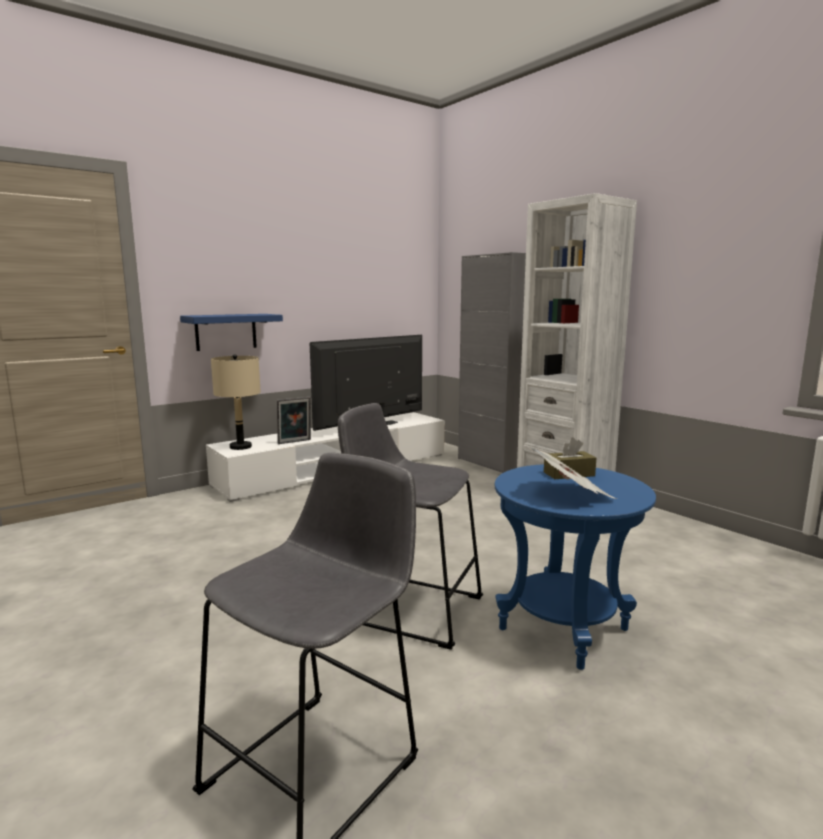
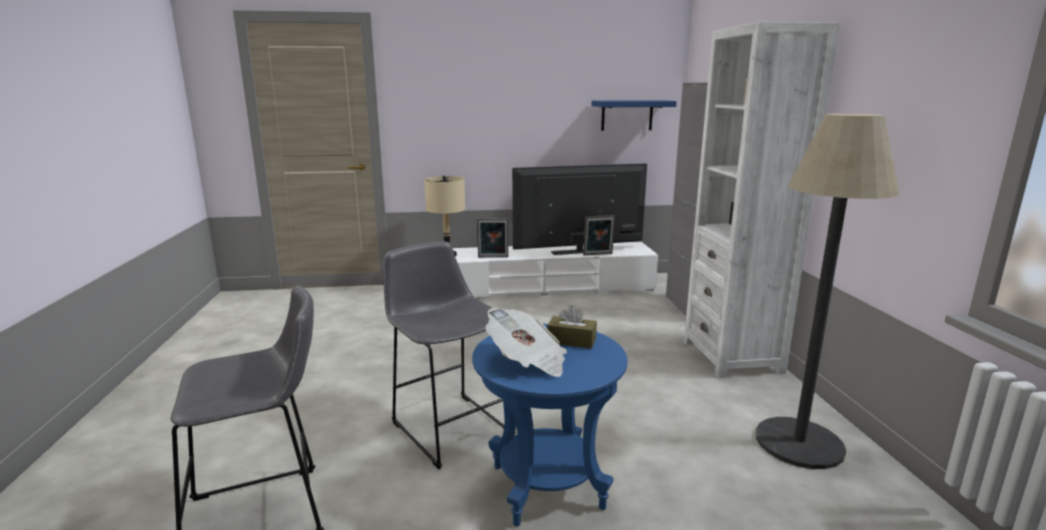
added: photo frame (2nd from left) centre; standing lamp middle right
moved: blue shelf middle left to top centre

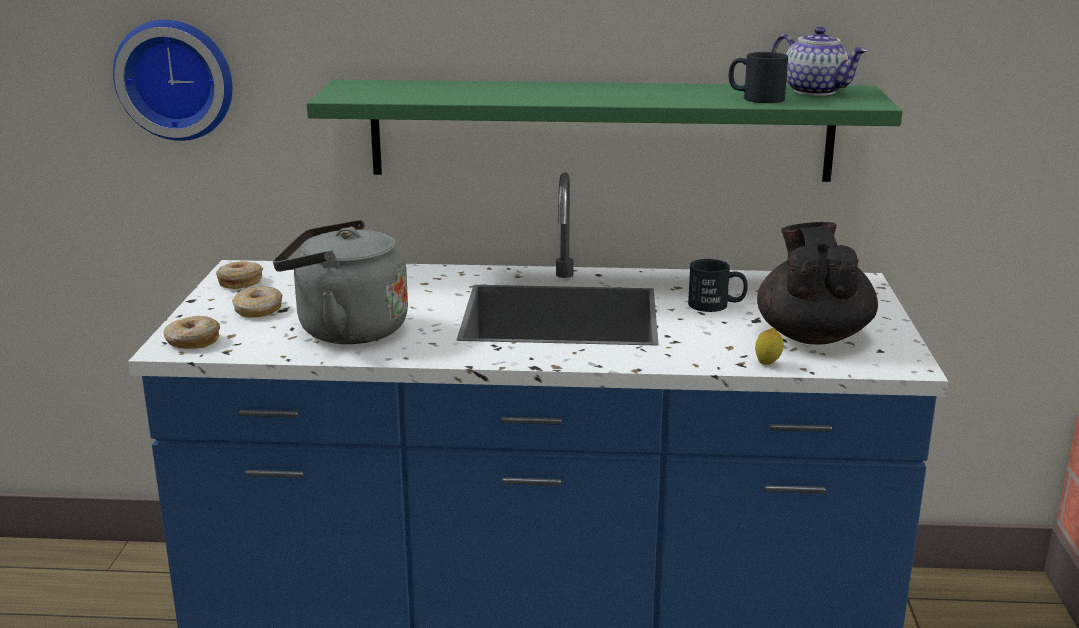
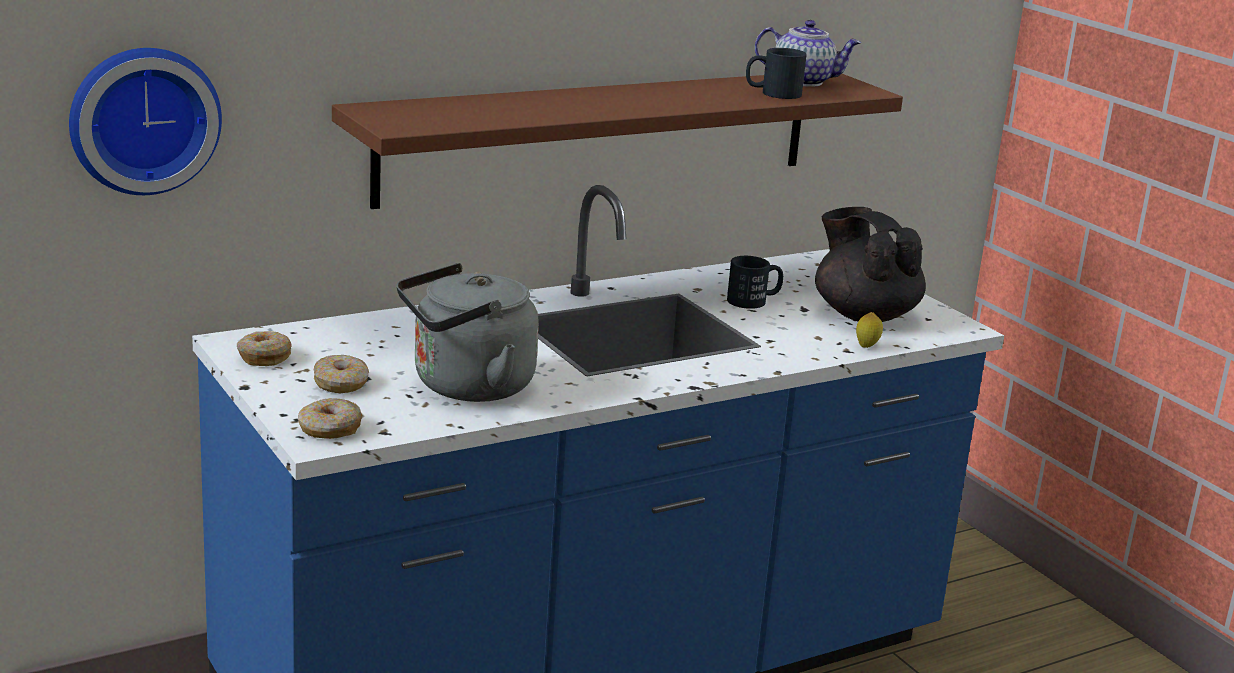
recoloured: green shelf top centre to brownish shelf top centre

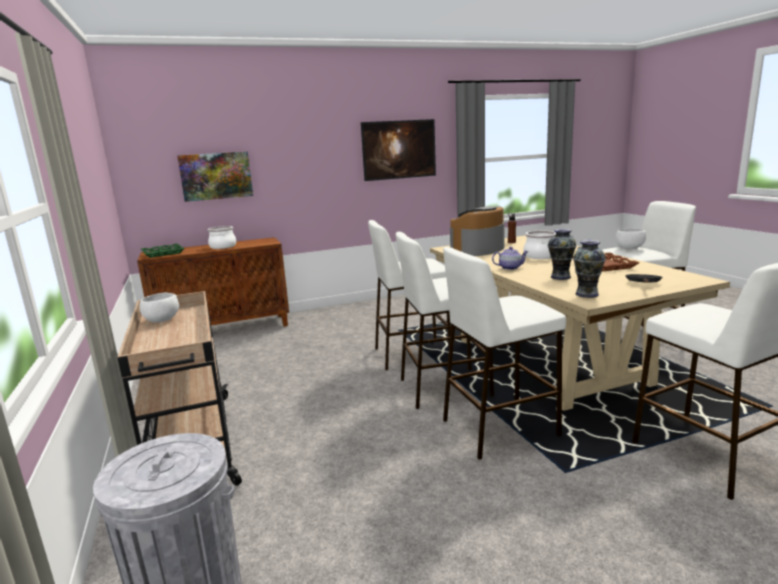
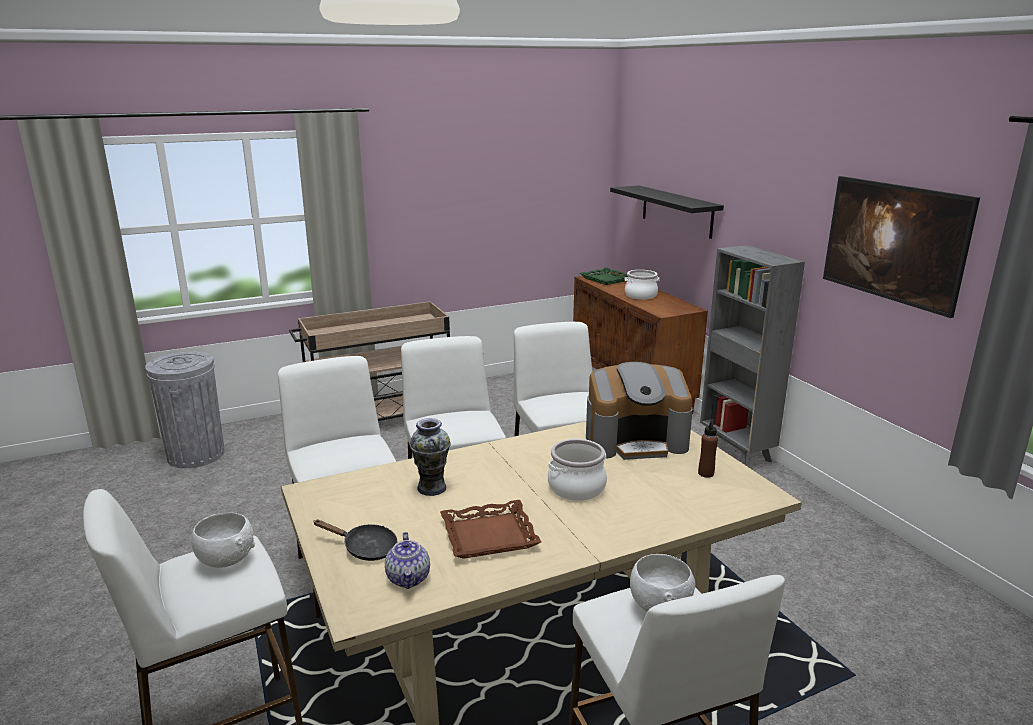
removed: decorative vase (2nd from left) middle right
added: greyish shelving unit middle right
moved: white-coloured serving bowl (1st from left) middle left to bottom left; teapot centre to bottom centre
replaced: wall picture (1st from left) top left to blackish shelf top centre
turned: coffee brewer centre = centre 135 degrees clockwise

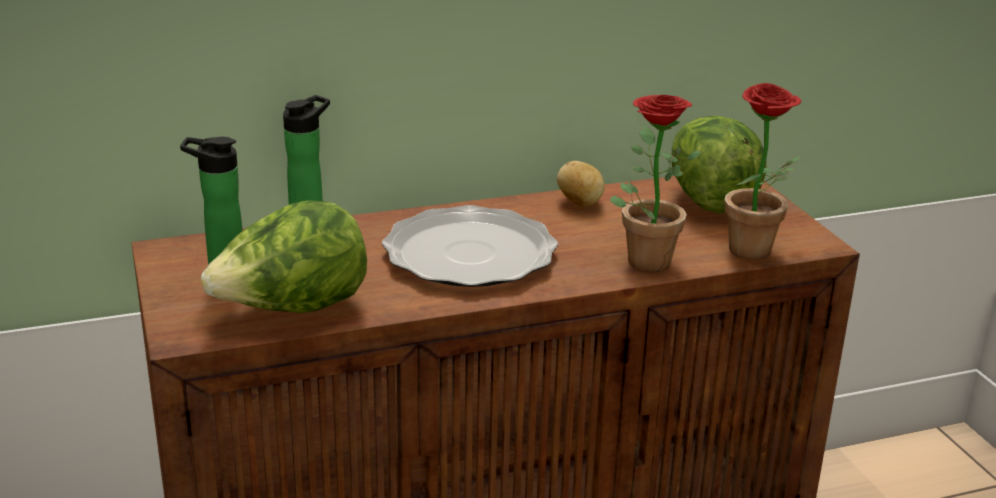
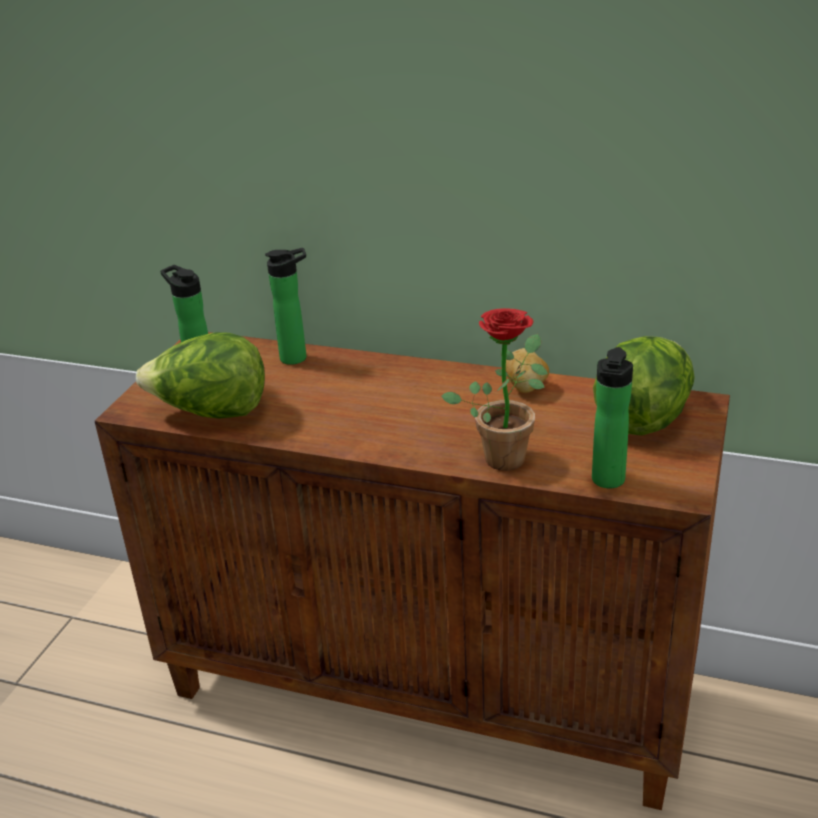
removed: plate centre
replaced: potted plant (2nd from left) middle right to beverage bottle (3rd from left) middle right

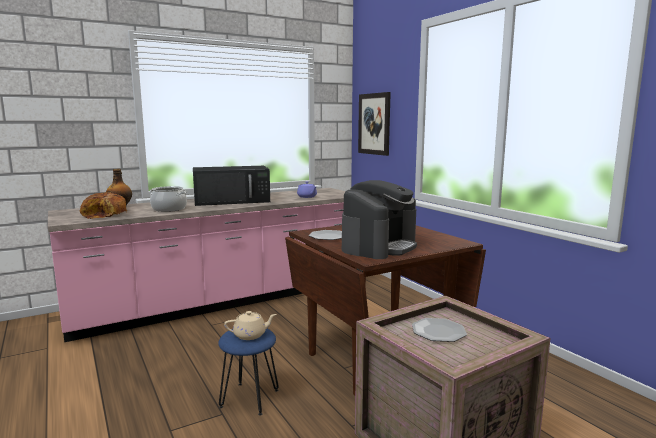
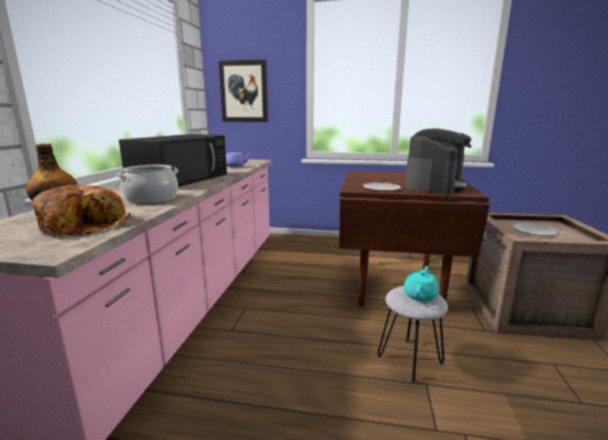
recoloured: blue stool seat bottom centre to greyish stool seat bottom right; beige-coloured teapot bottom centre to turquoise teapot middle right
turned: coffee brewer centre = middle right 45 degrees clockwise

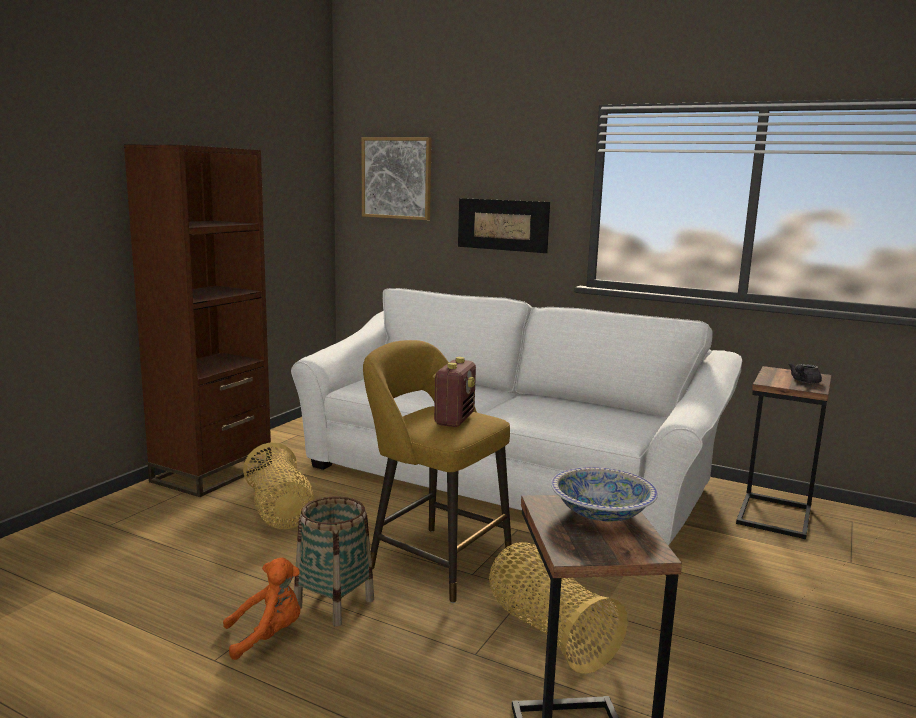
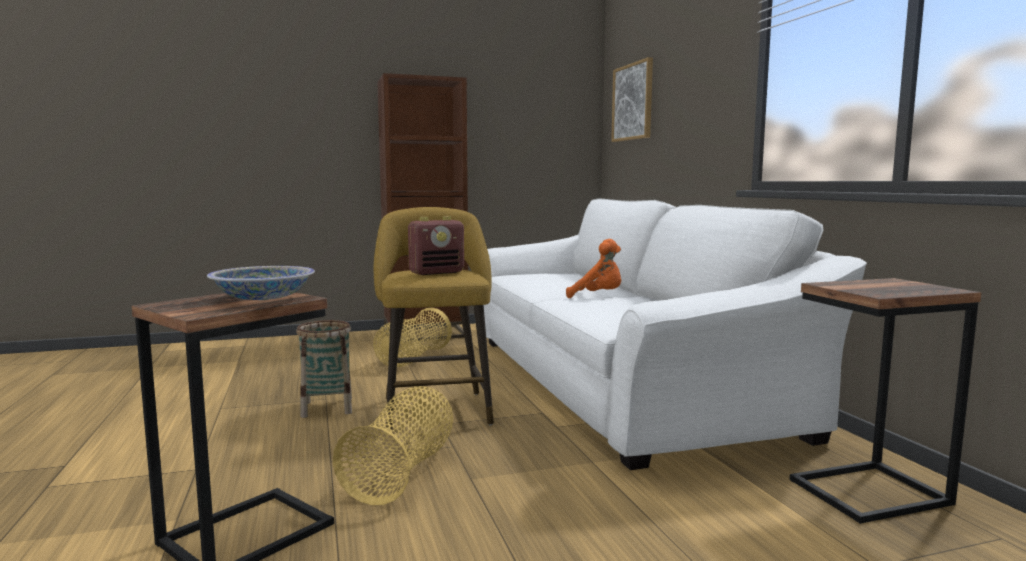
removed: wall picture (2nd from left) top centre; greyish teapot middle right
moved: orange-coloured soft toy bottom left to centre

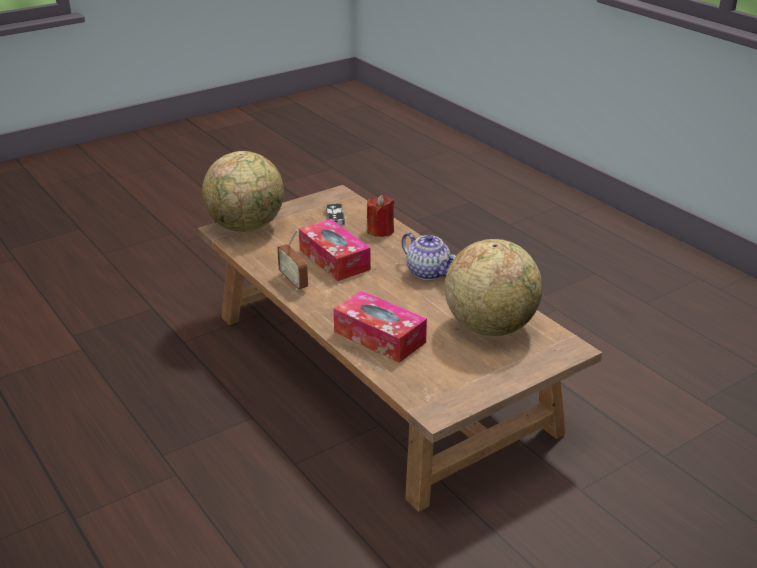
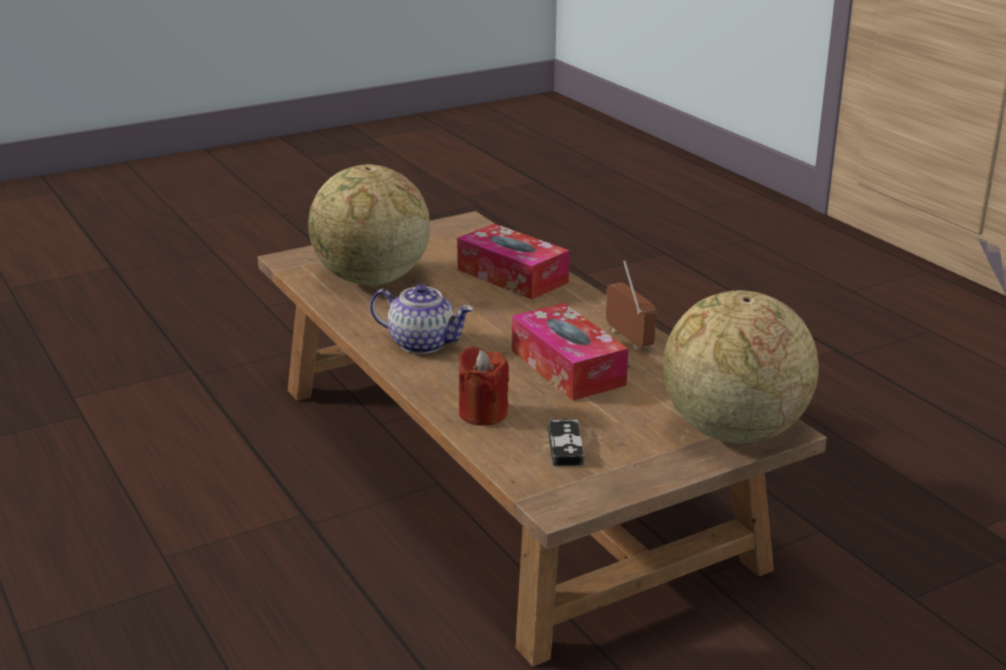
turned: teapot centre = centre 150 degrees clockwise

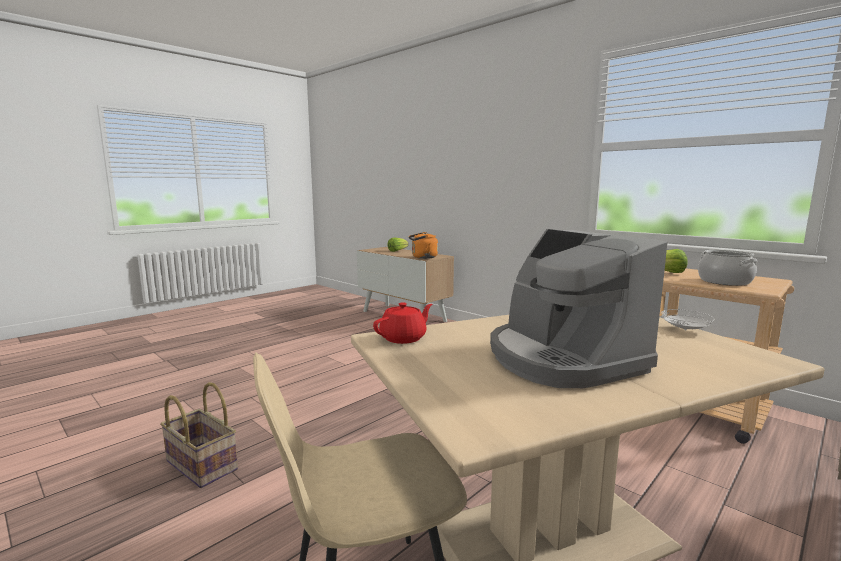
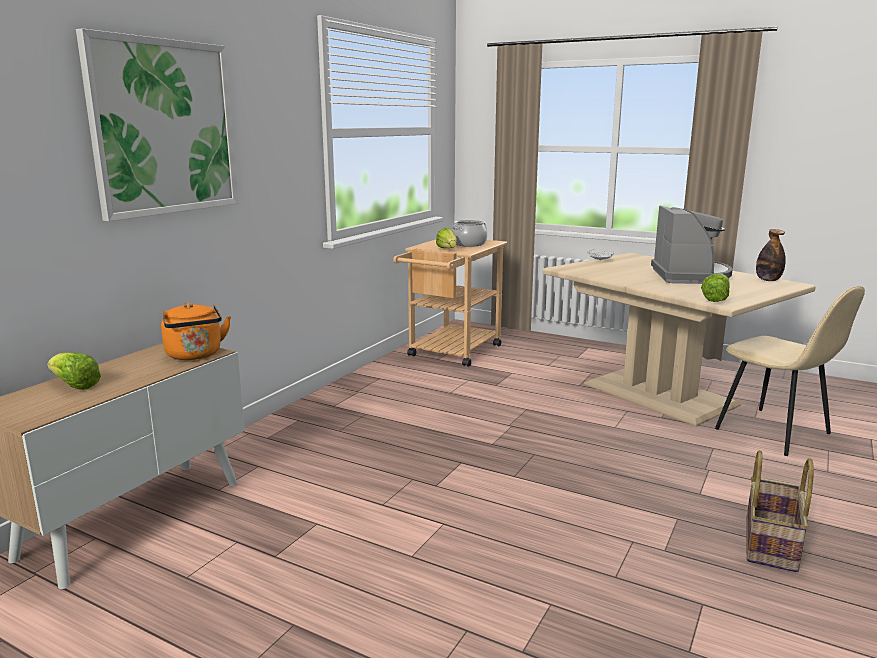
added: wall picture top left; beverage bottle middle right
replaced: reddish teapot centre to lettuce head (3rd from left) middle right
turned: coffee brewer middle right = middle right 45 degrees counterclockwise

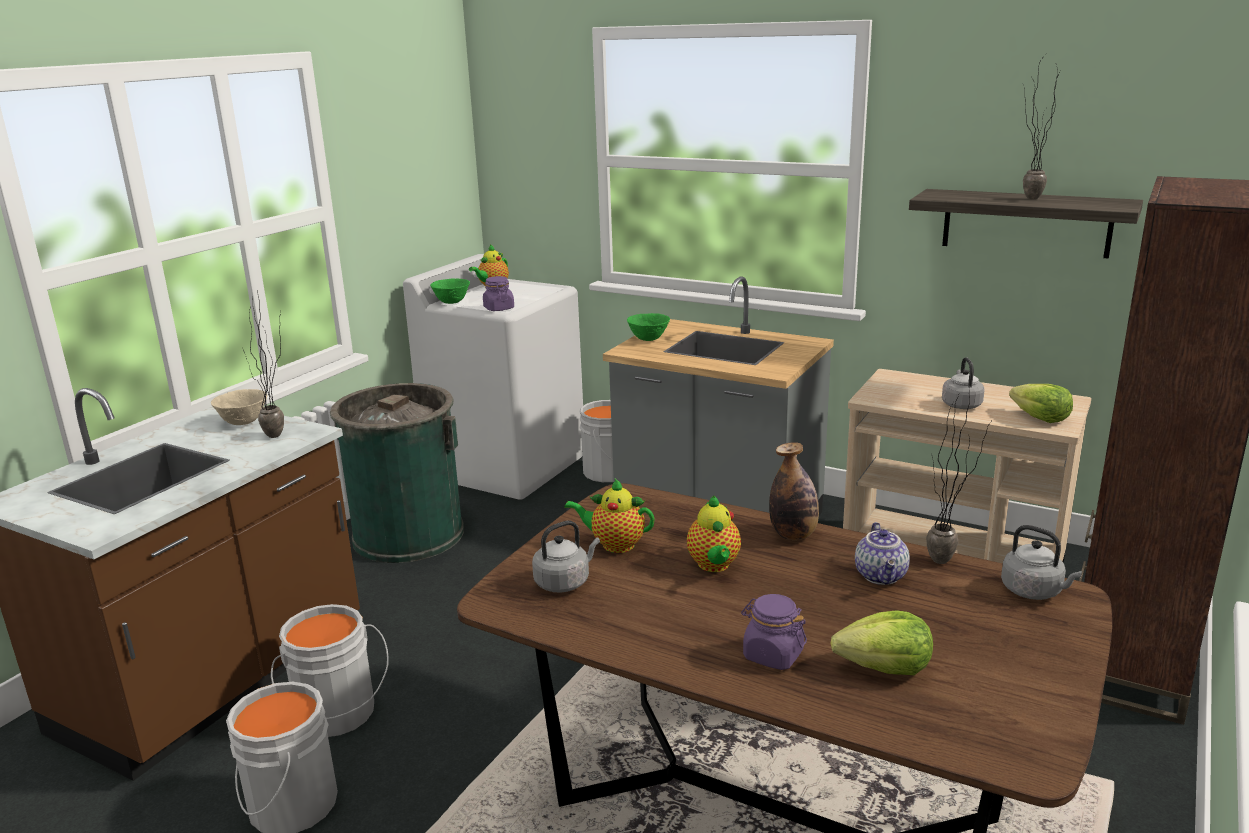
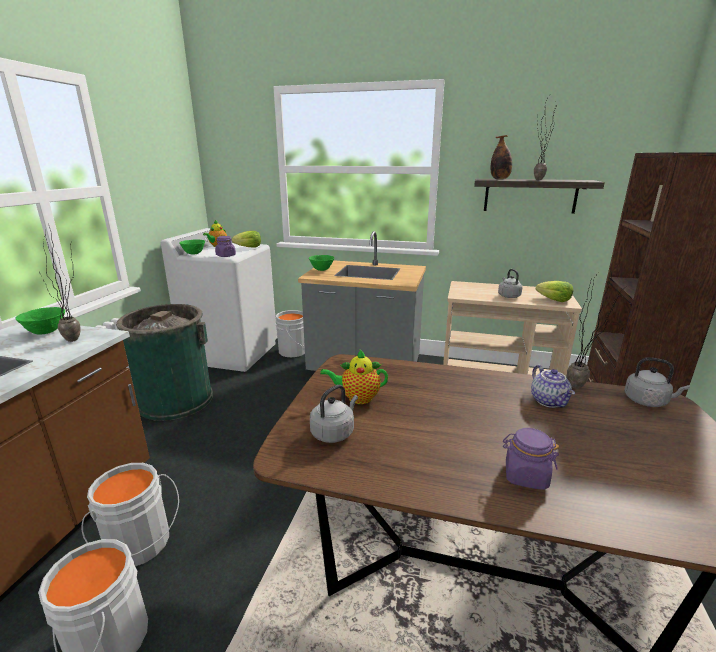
removed: teapot (3rd from left) centre
moved: beverage bottle centre to top right; lettuce head (1st from left) bottom right to centre
recoloured: beige-coloured serving bowl middle left to green serving bowl (1st from left) middle left

